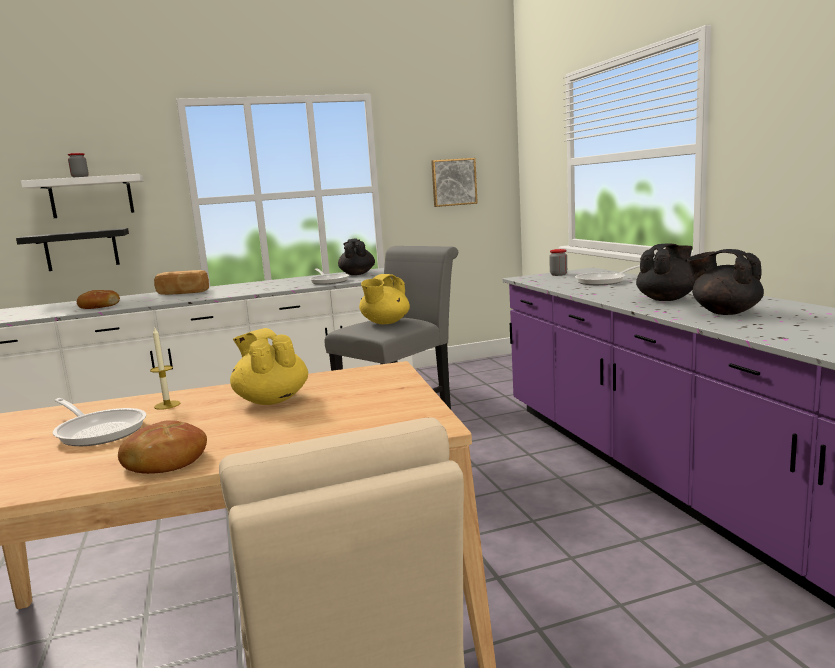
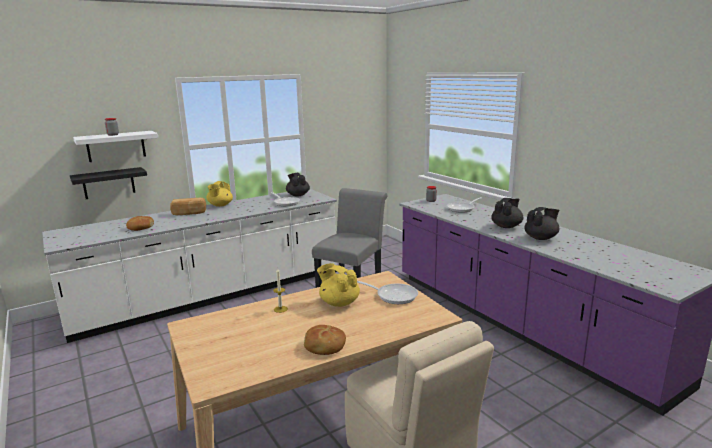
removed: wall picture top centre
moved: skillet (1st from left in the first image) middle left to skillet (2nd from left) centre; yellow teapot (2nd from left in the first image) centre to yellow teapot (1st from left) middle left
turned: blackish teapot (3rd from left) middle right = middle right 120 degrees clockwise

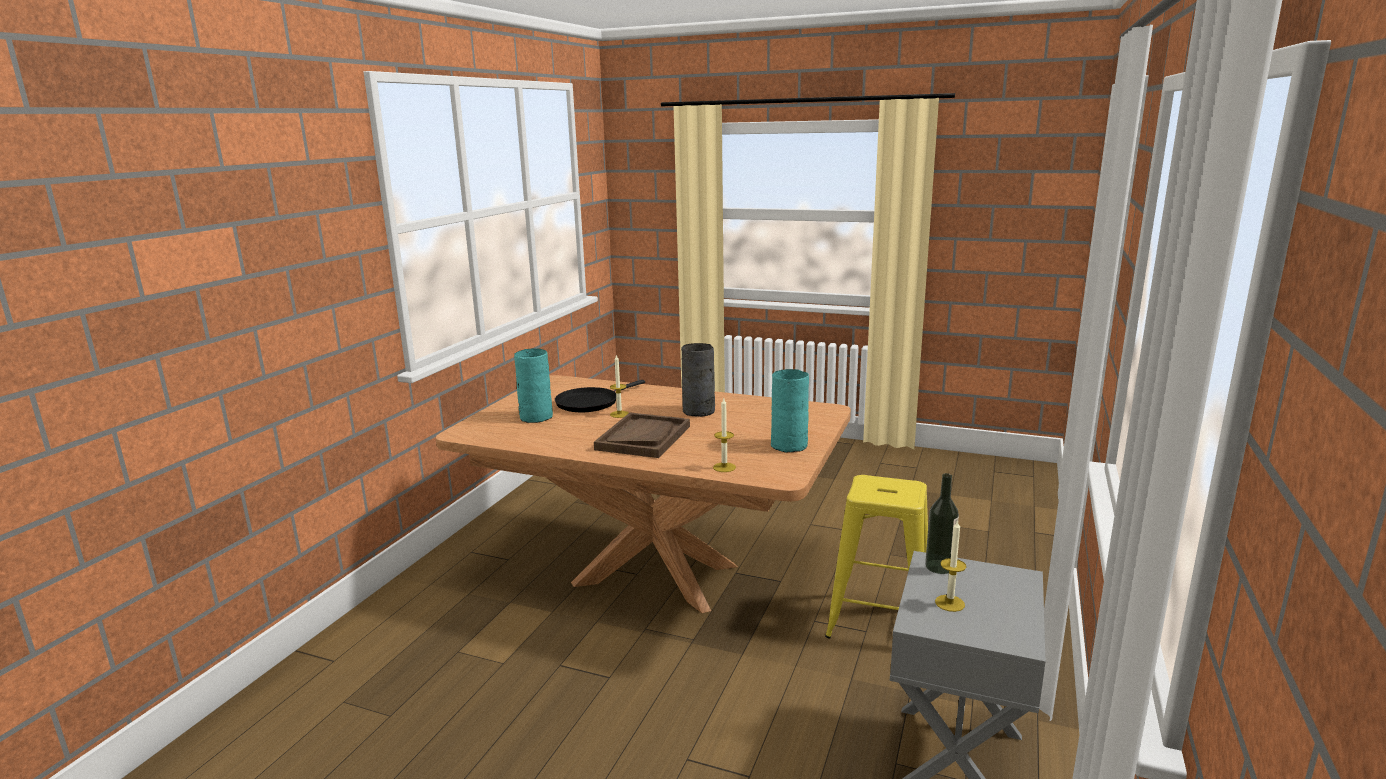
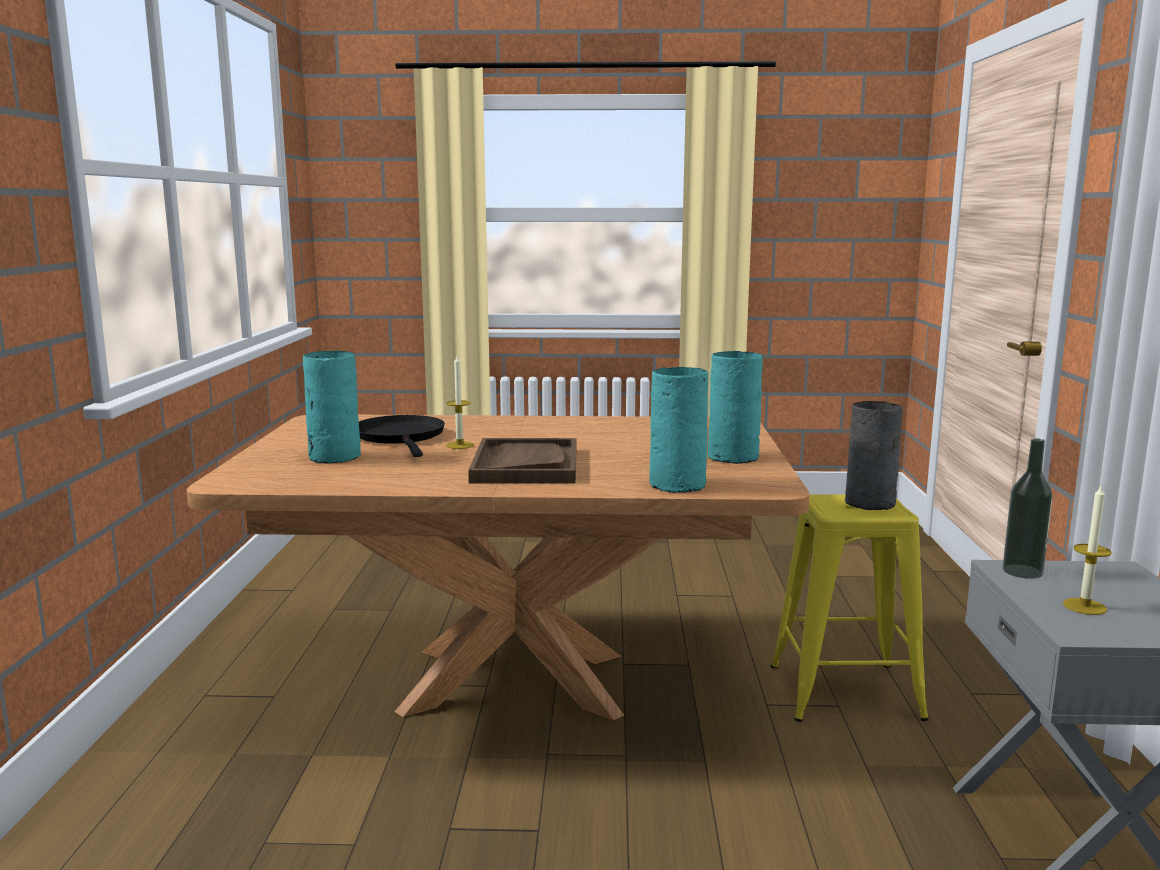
moved: greyish decorative vase centre to middle right
replaced: wax light (2nd from left) centre to turquoise decorative vase (2nd from left) centre
turned: blackish skillet centre = centre 135 degrees clockwise

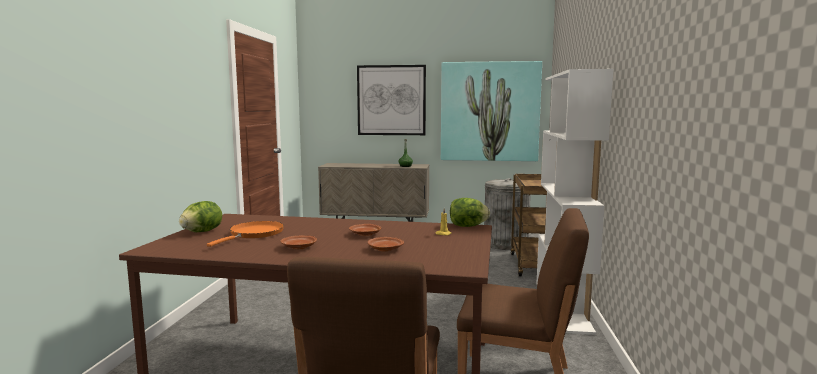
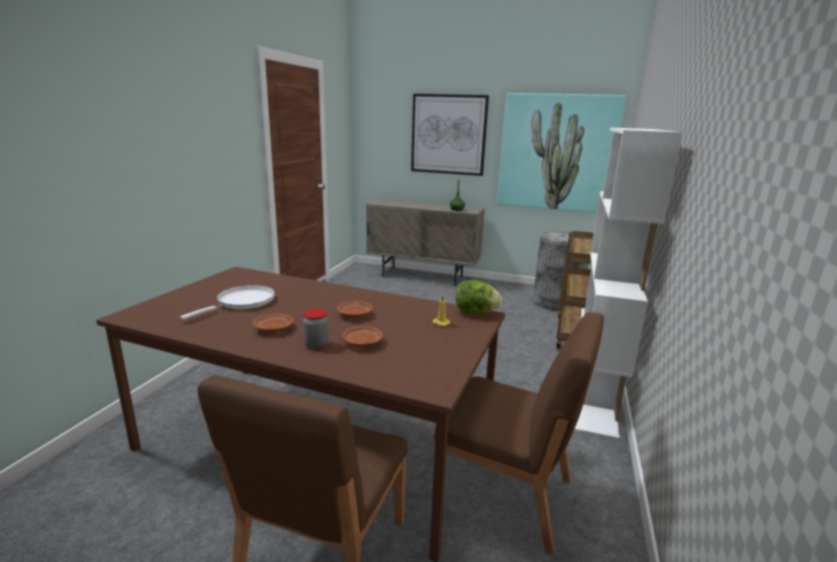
removed: lettuce head (1st from left) middle left
added: jar centre
recoloured: orange-coloured skillet middle left to white-coloured skillet middle left

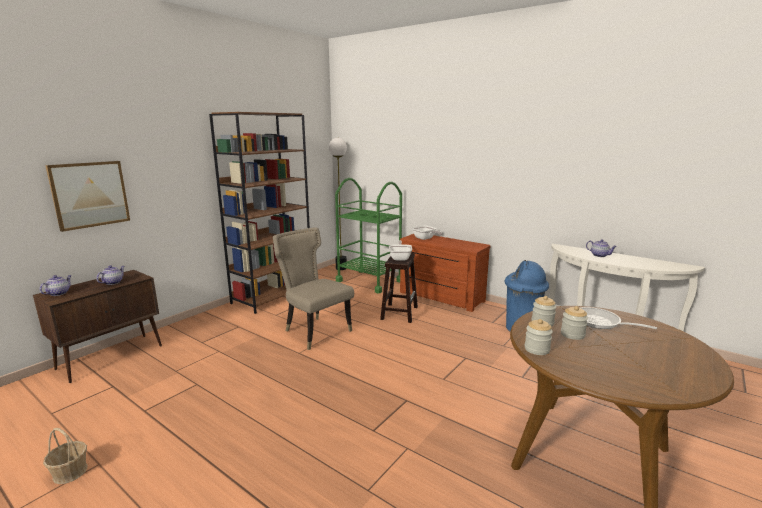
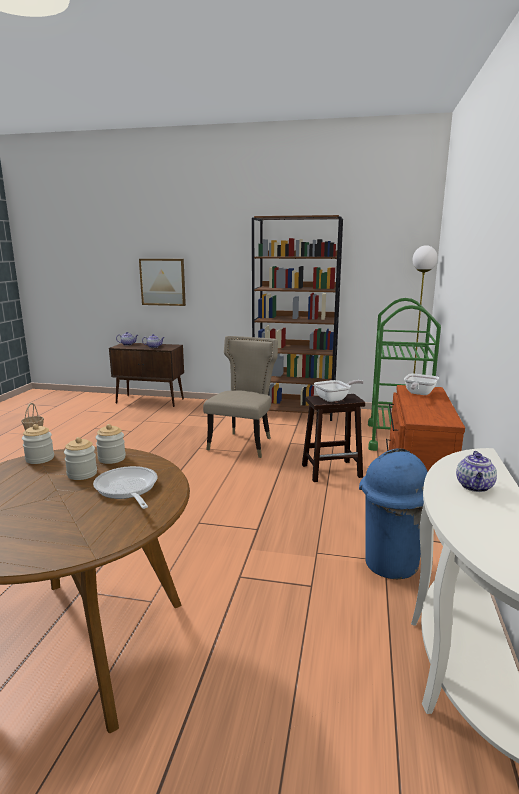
turned: skillet (3rd from left in the first image) middle right = middle left 45 degrees counterclockwise

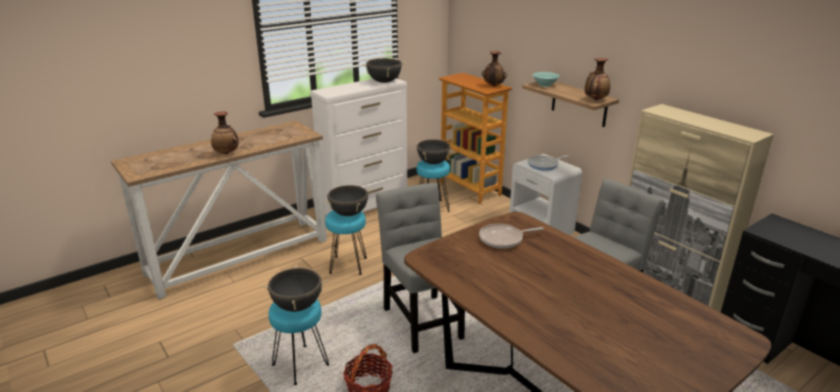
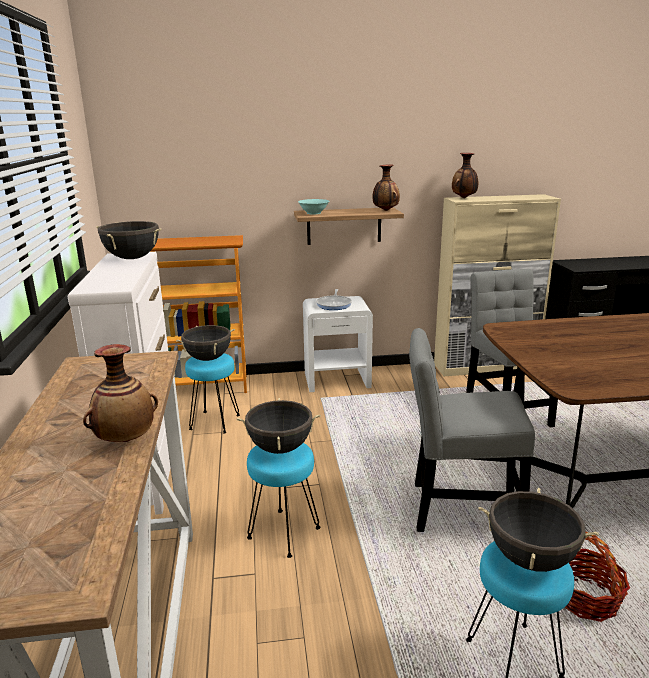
removed: skillet (1st from left) centre
moved: decorative vase (2nd from left in the first image) top centre to decorative vase (3rd from left) top right

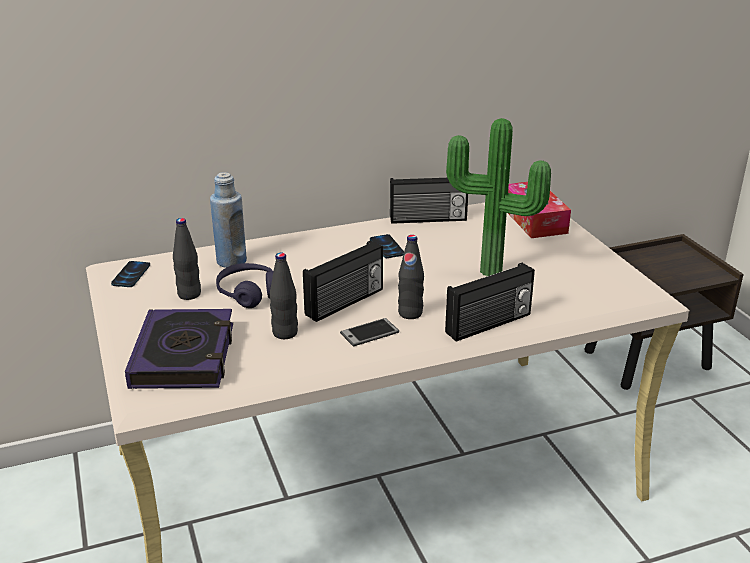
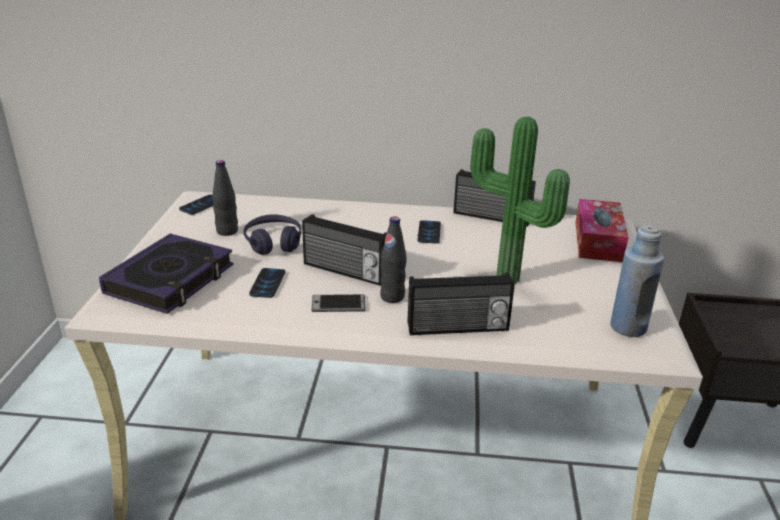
moved: blue beverage bottle middle left to middle right
replaced: blackish beverage bottle (2nd from left) centre to handset (2nd from left) centre
turned: radio set (1st from left) centre = centre 45 degrees clockwise

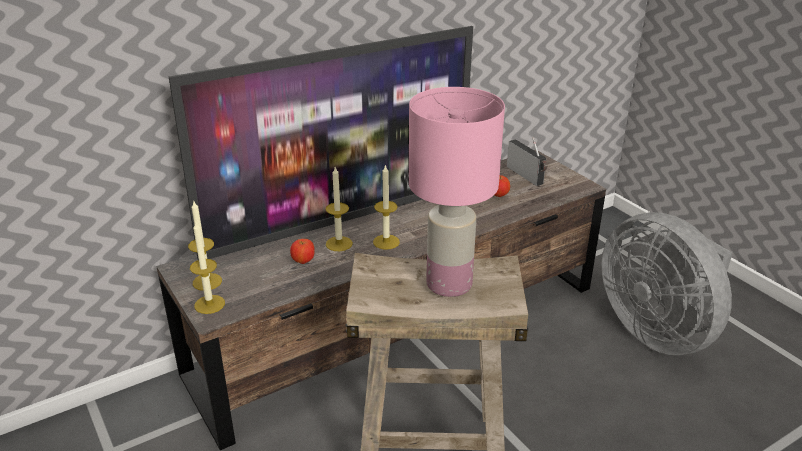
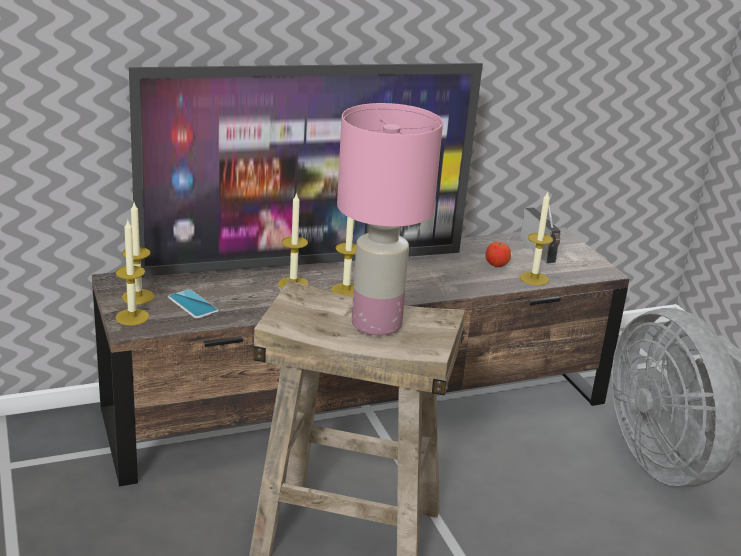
removed: apple (1st from left) centre
added: handset middle left; wax light (5th from left) middle right

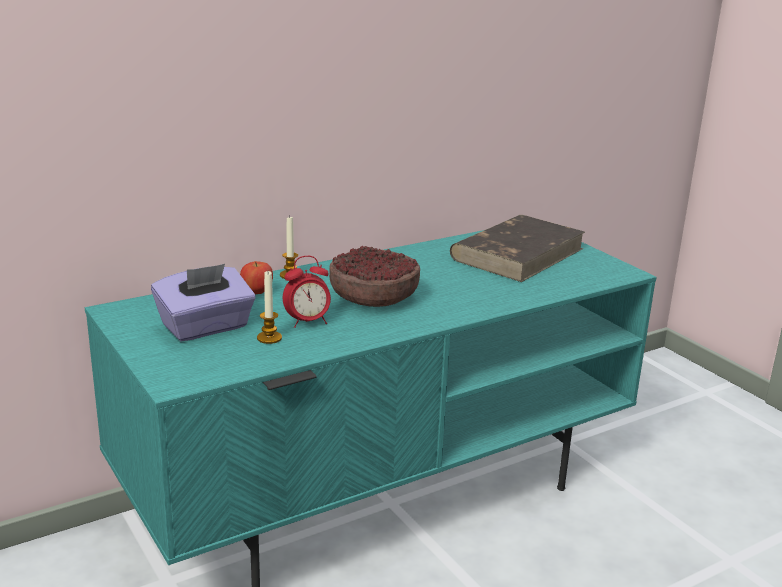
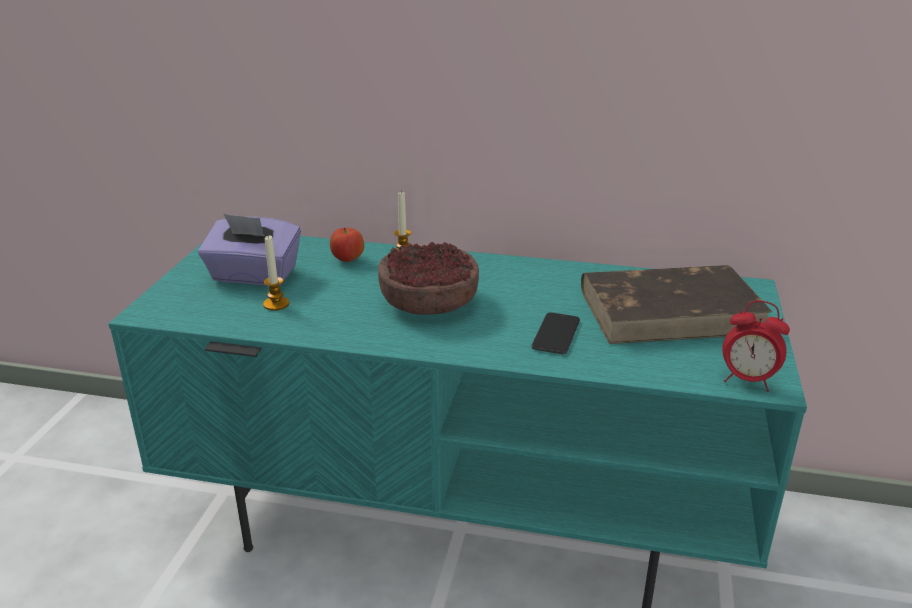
added: handset centre
moved: bedside clock centre to middle right

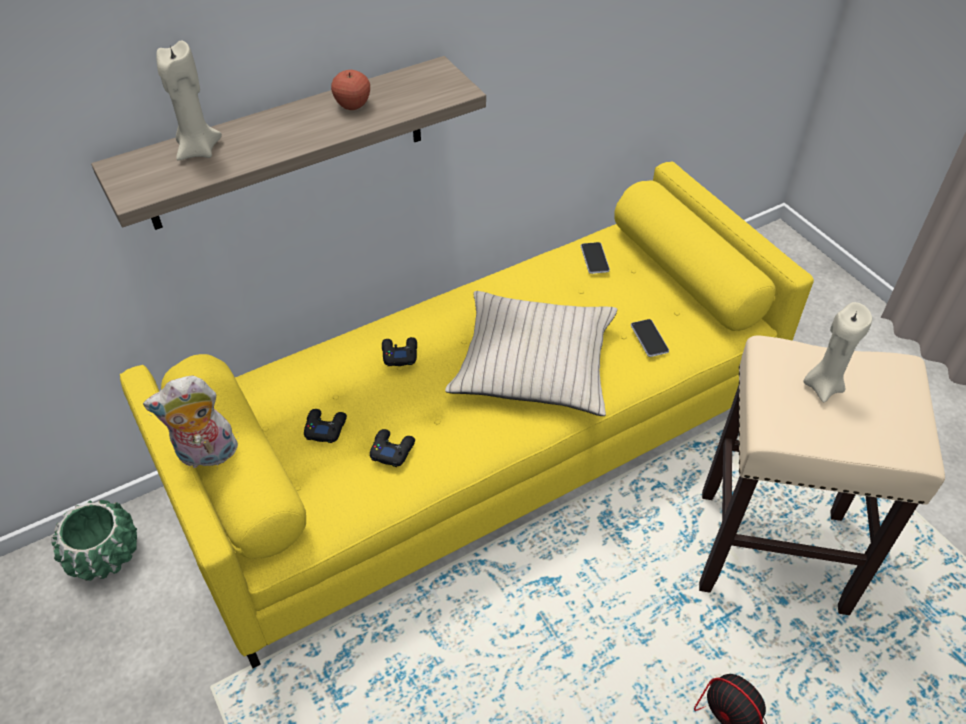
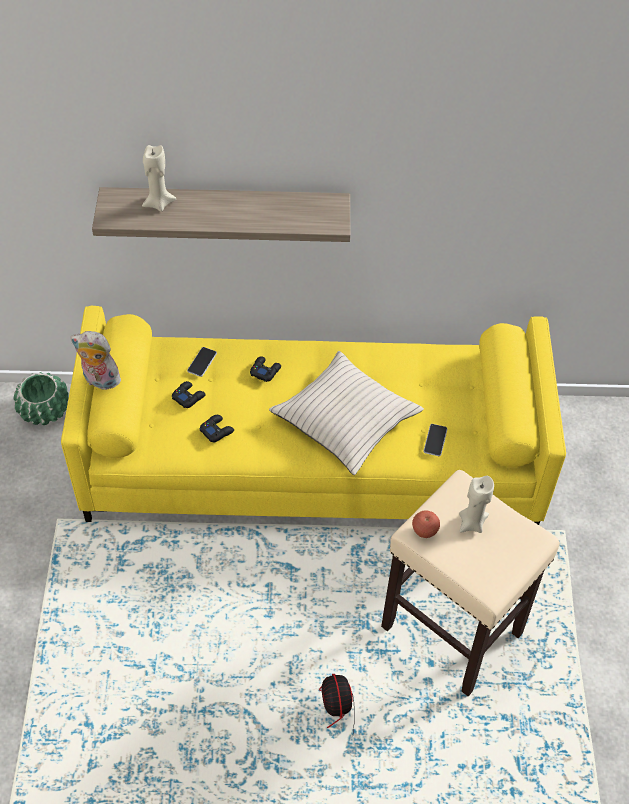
moved: apple top centre to middle right; handset (1st from left) centre to middle left

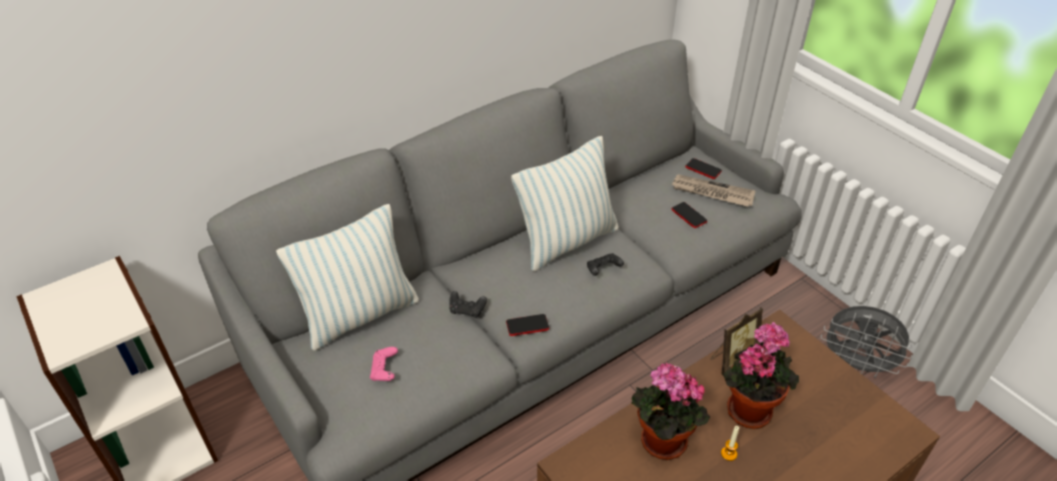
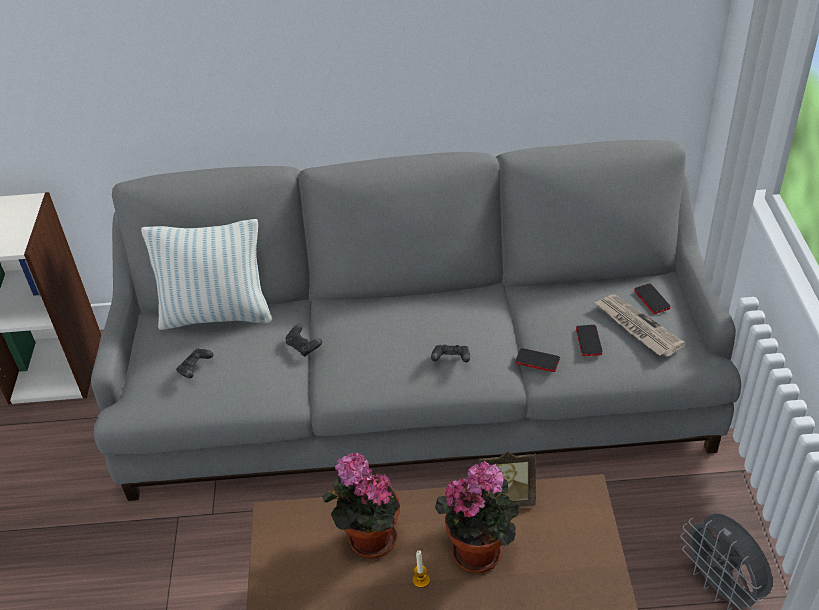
removed: throw pillow (2nd from left) centre
moved: handset (1st from left) bottom centre to centre
recoloured: pink game controller bottom centre to blackish game controller (1st from left) middle left

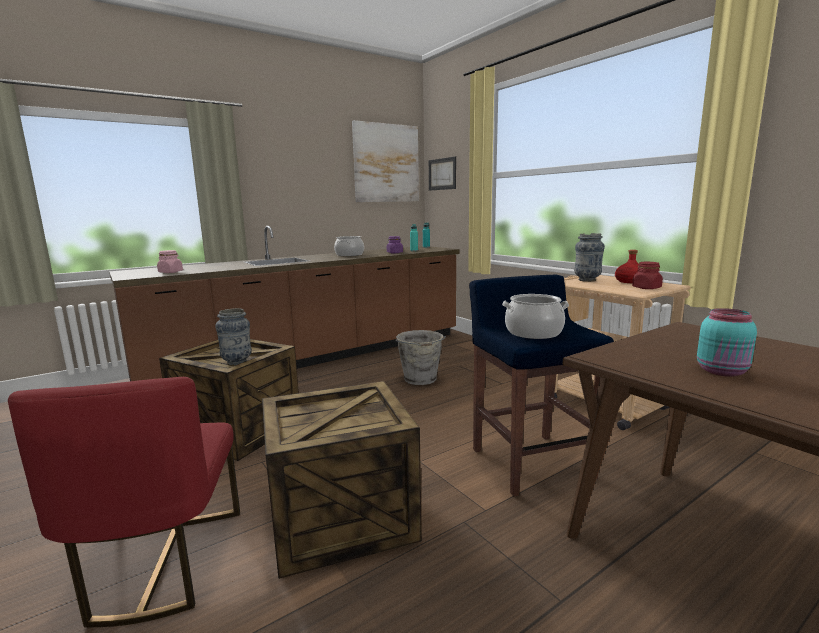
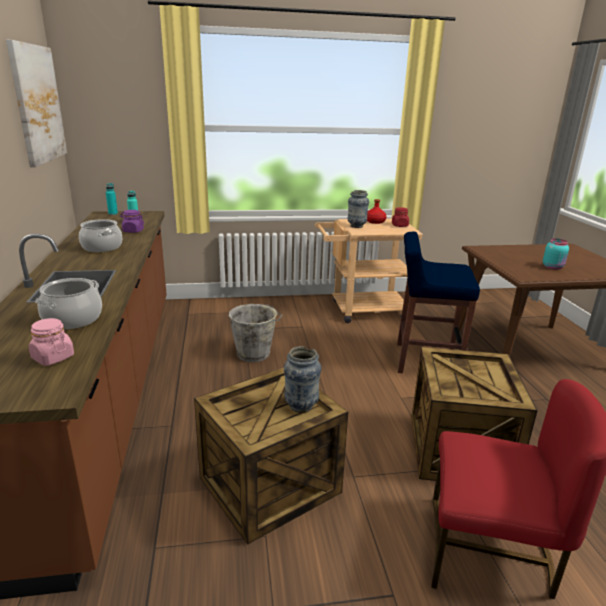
removed: wall picture (2nd from left) top centre
moved: saucepot (2nd from left in the first image) centre to saucepot (1st from left) middle left

